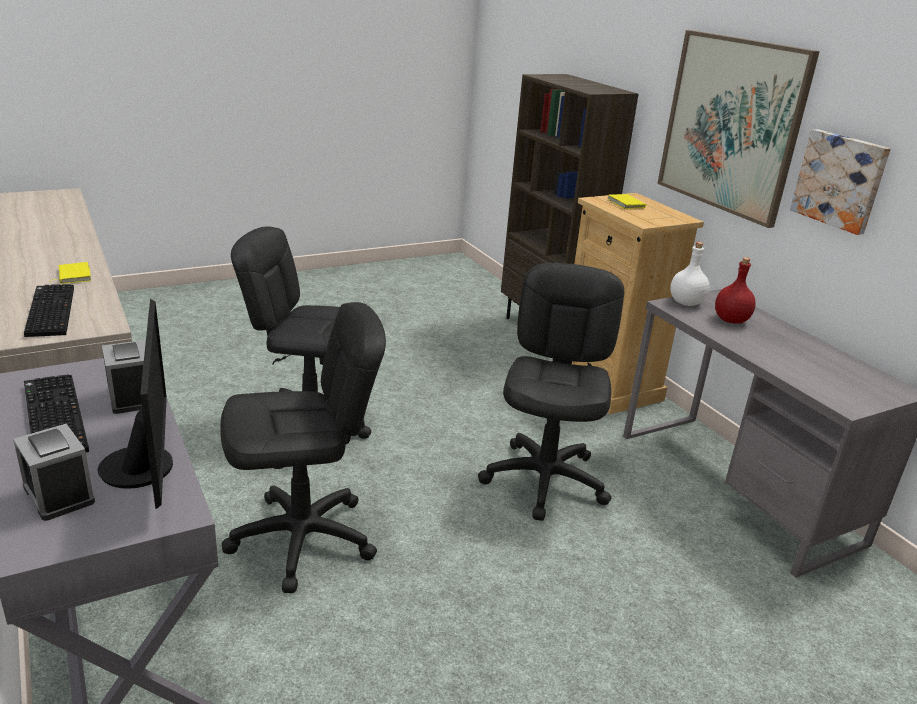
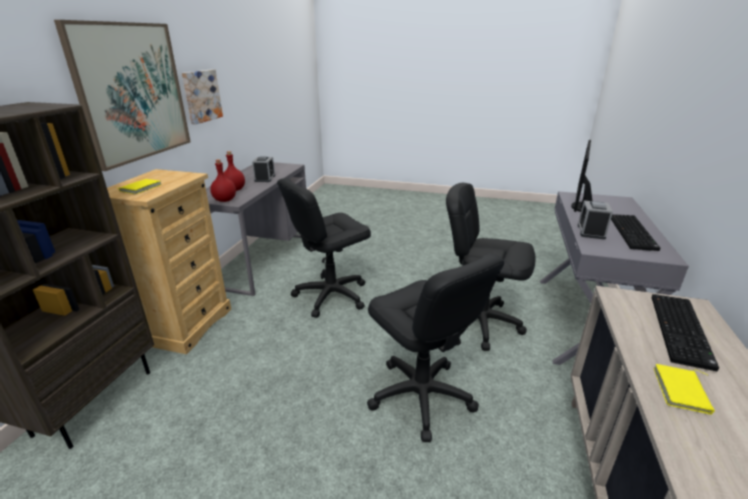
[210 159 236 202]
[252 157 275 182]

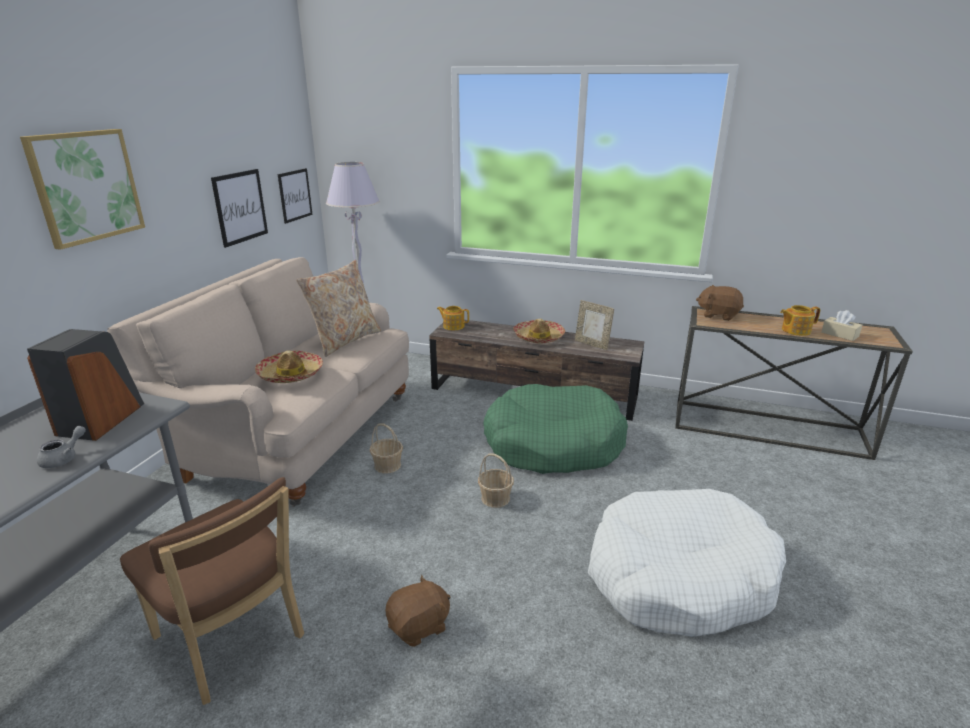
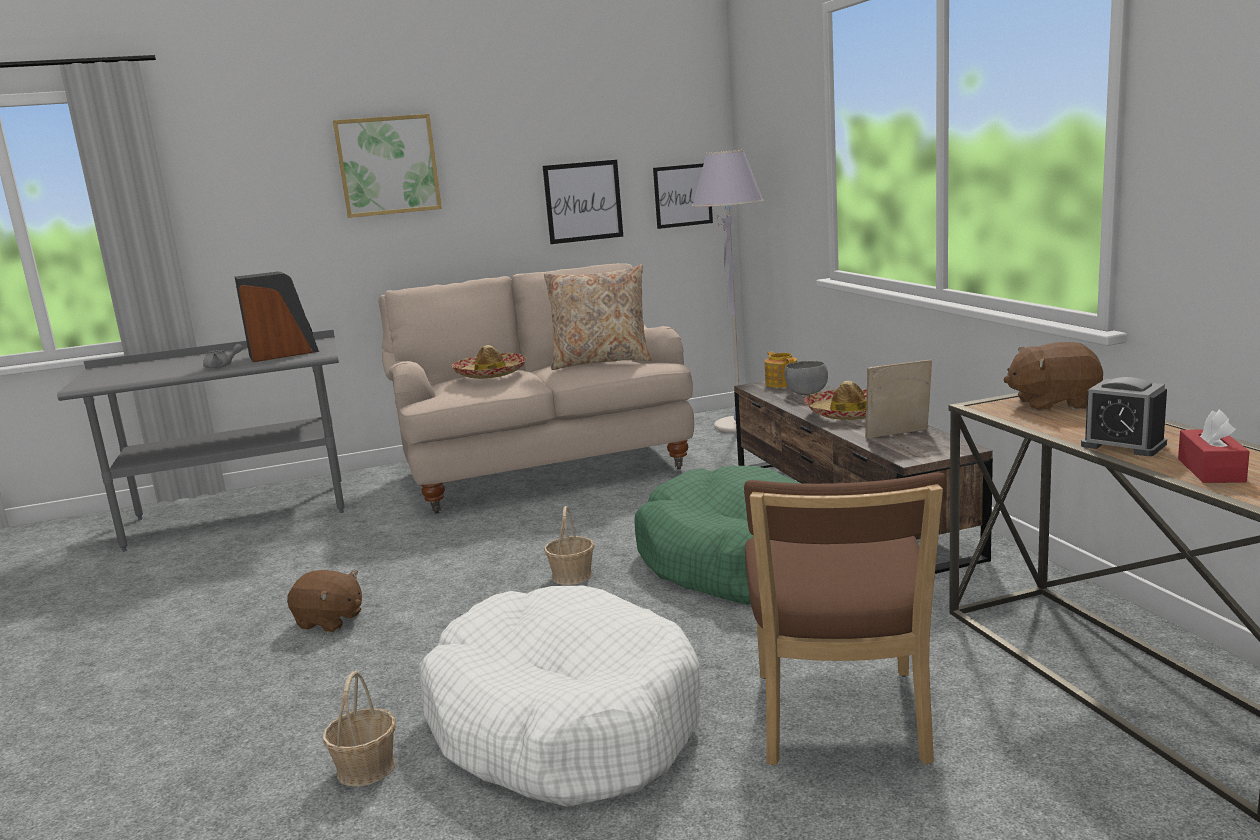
[322 671 396 787]
[744 472 945 765]
[784 361 828 395]
[865 359 932 438]
[1004 342 1103 411]
[1081 377 1167 456]
[1178 410 1250 483]

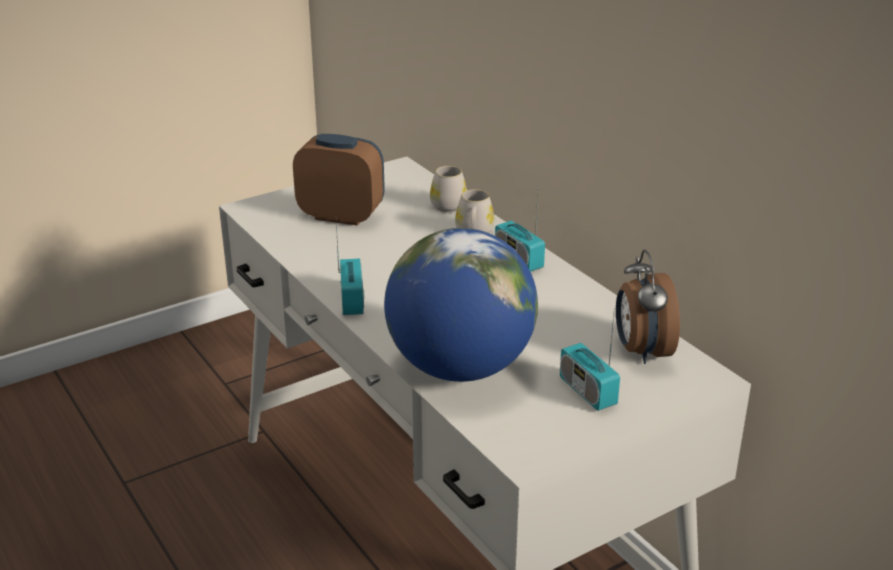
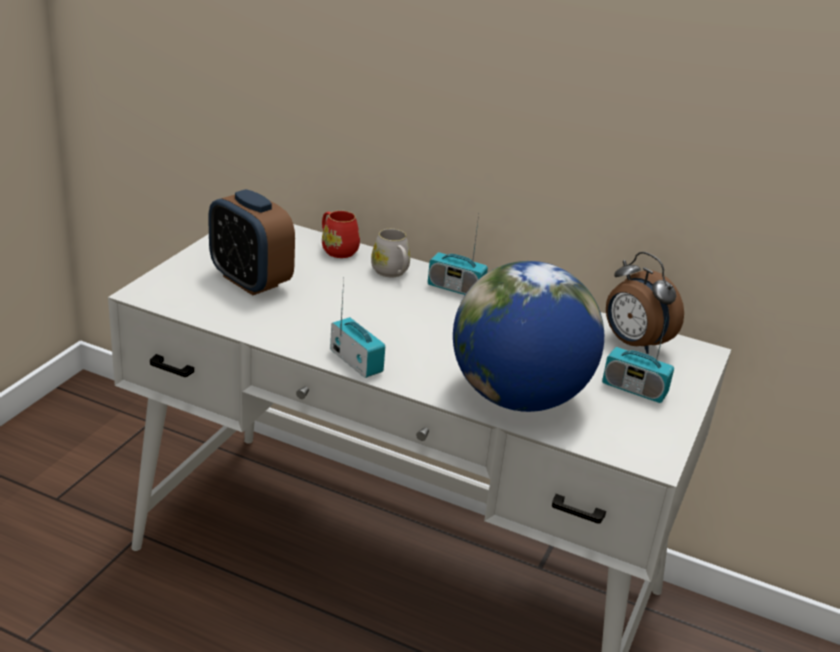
[208 189 295 295]
[322 211 360 258]

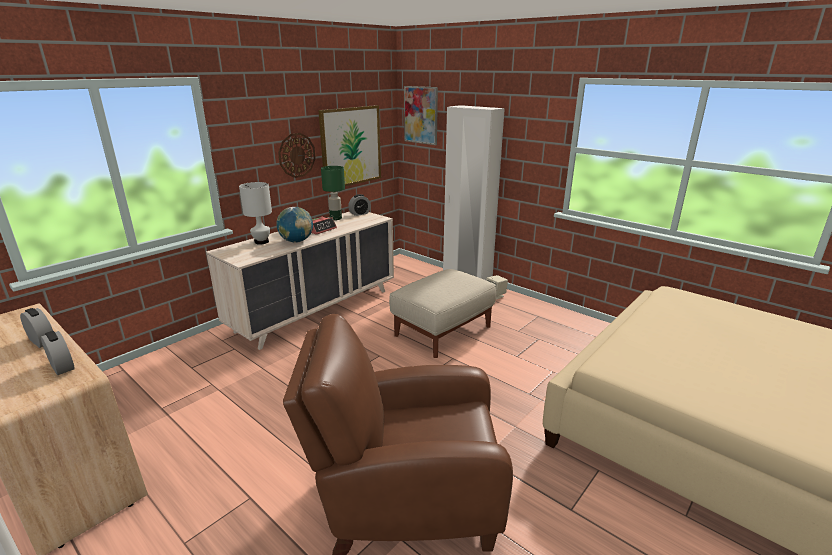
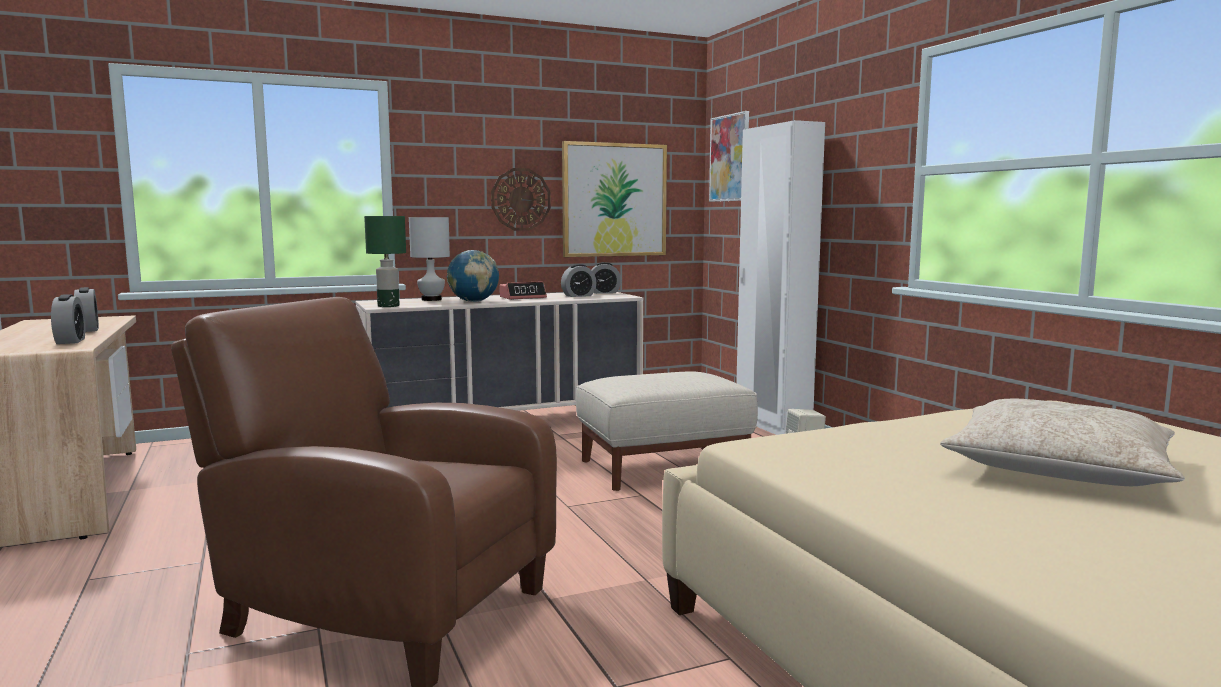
[364 216 406 307]
[561 264 597 297]
[940 399 1185 486]

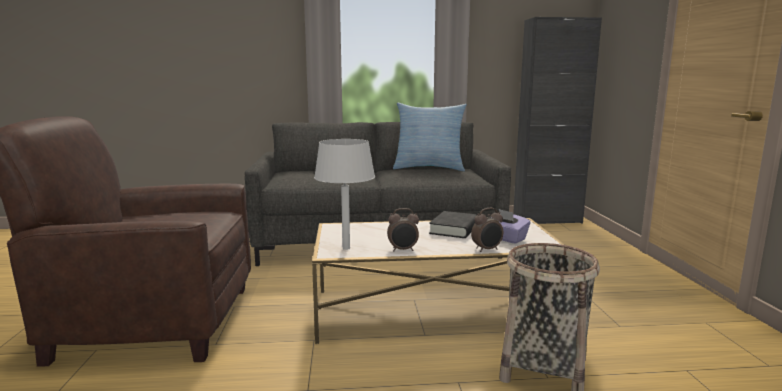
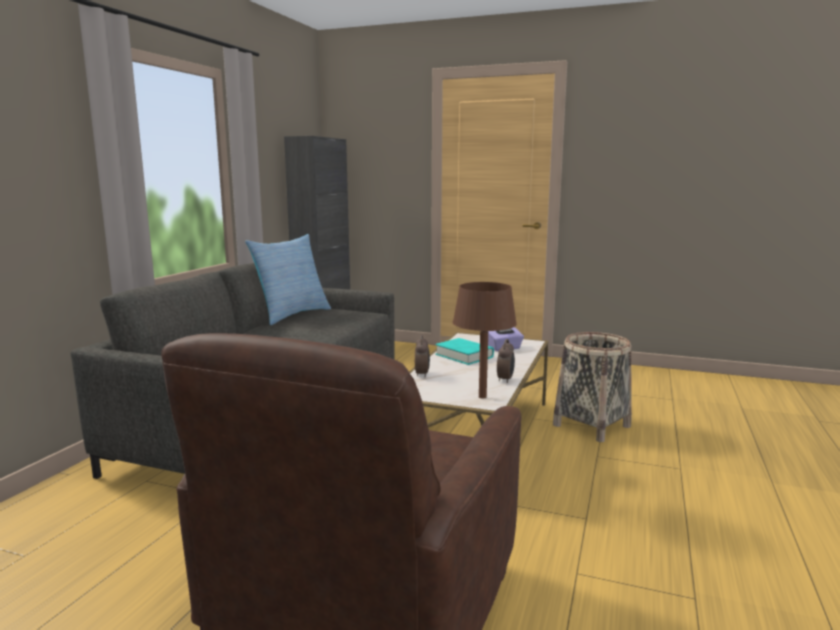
[415 335 430 378]
[435 338 494 365]
[453 282 517 399]

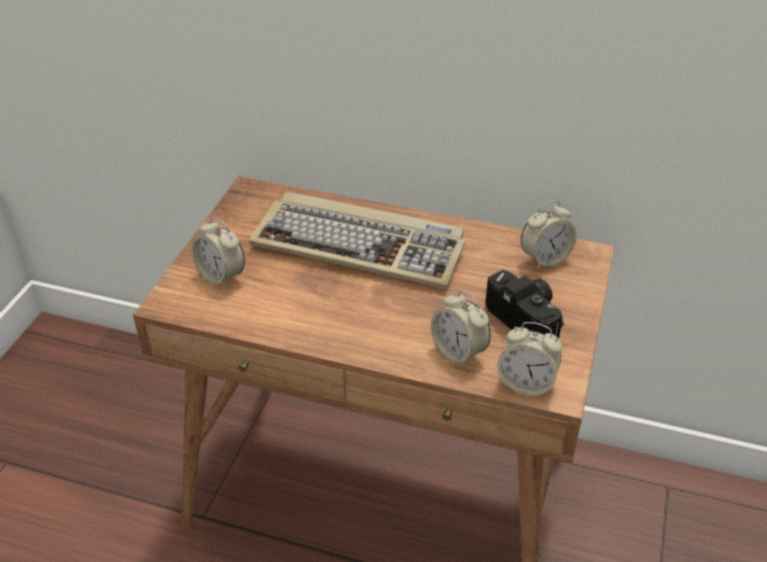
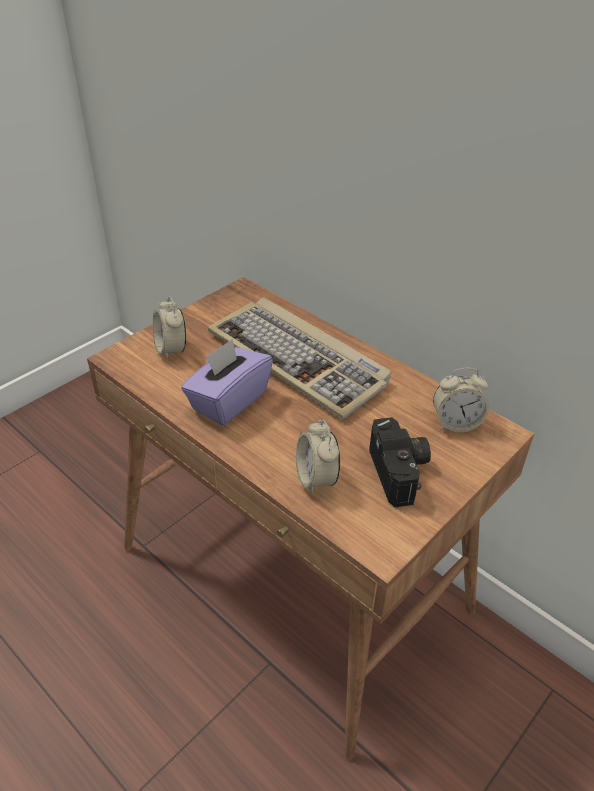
[181 339 273 425]
[497 322 562 397] (first image)

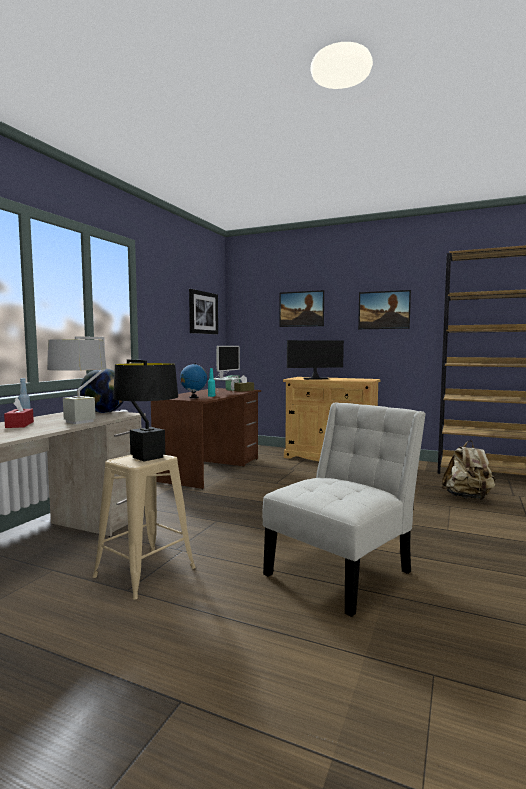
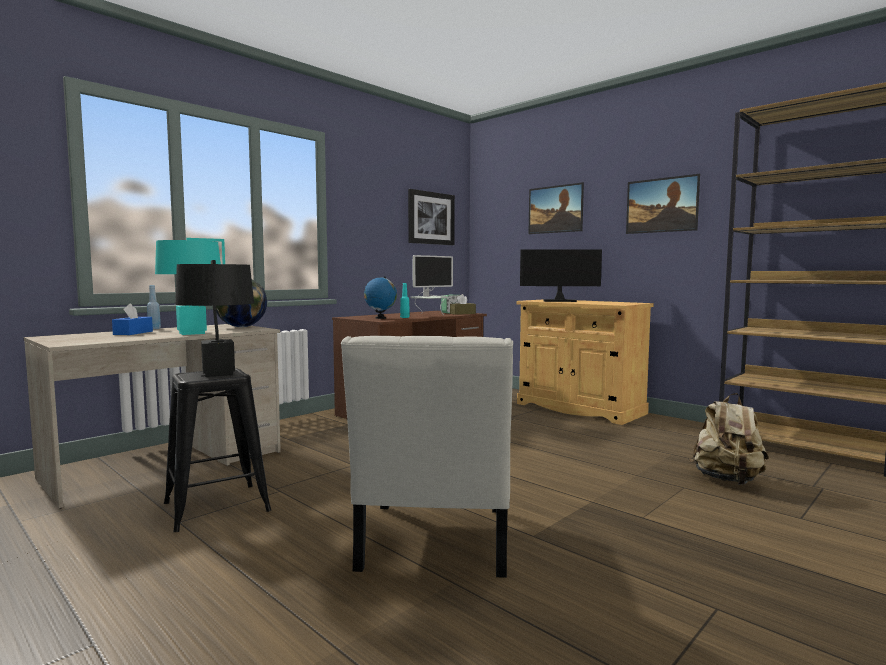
[112 303 153 335]
[155 238 225 335]
[164 368 271 532]
[341 336 513 578]

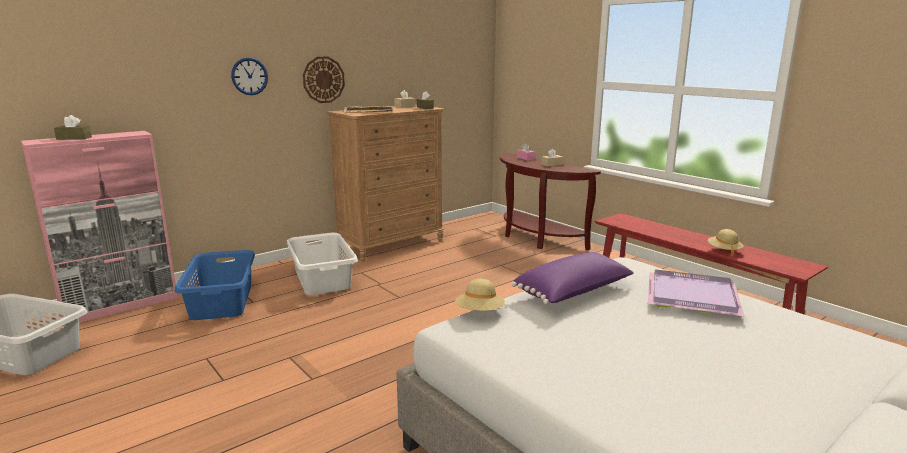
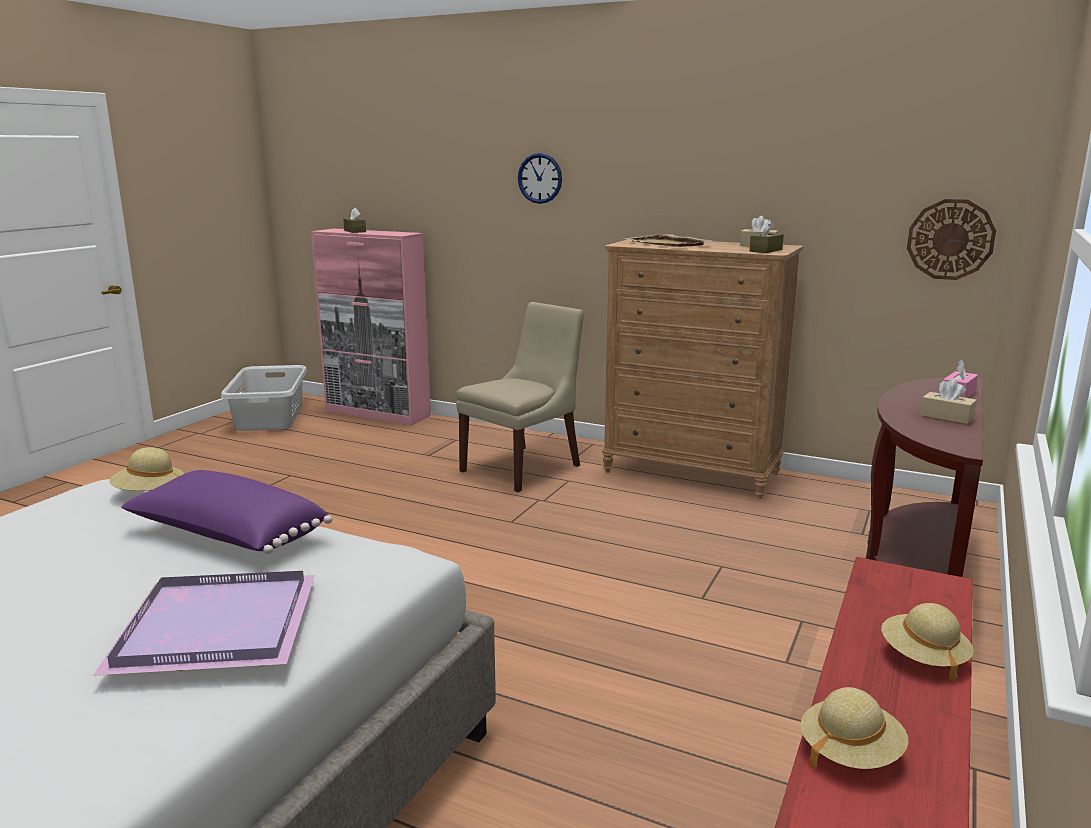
[456 302 584 492]
[881 603 974 682]
[907 199 996 280]
[175 250 255 320] (first image)

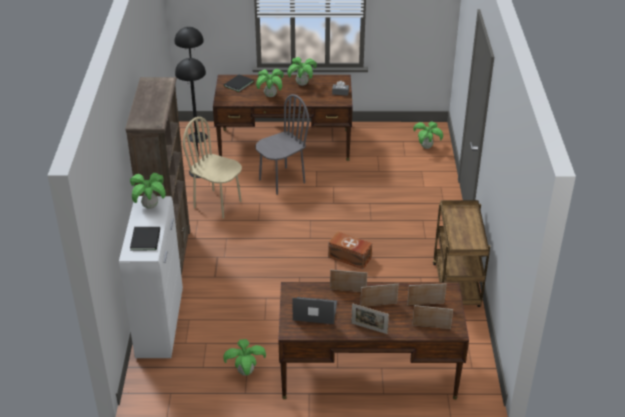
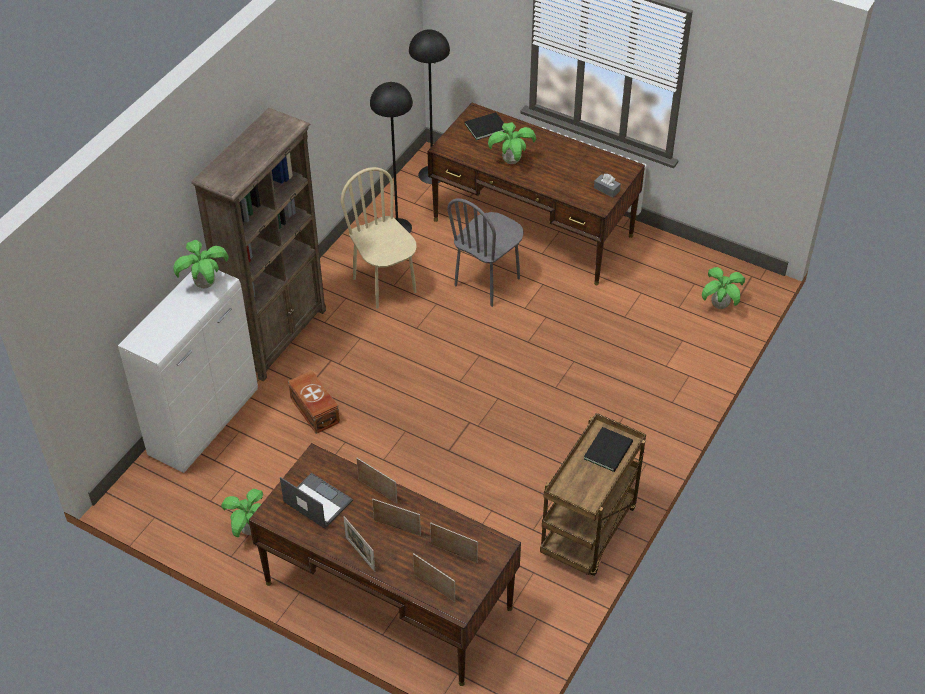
[288 370 340 434]
[448 198 524 307]
[584 427 633 472]
[287 57 317 86] (first image)

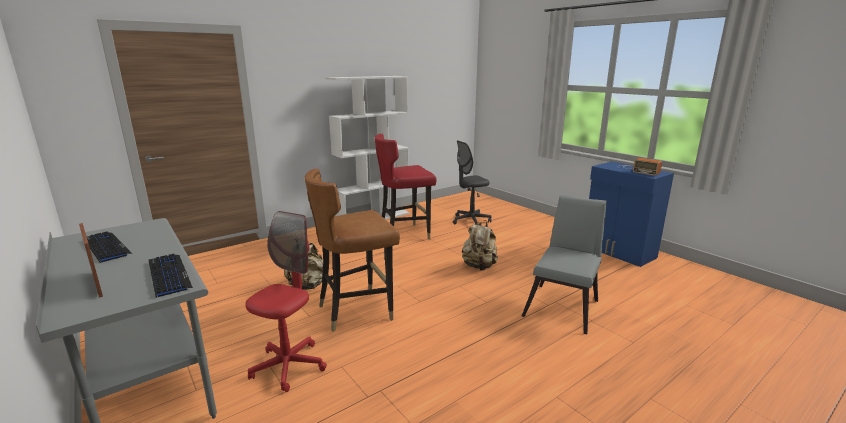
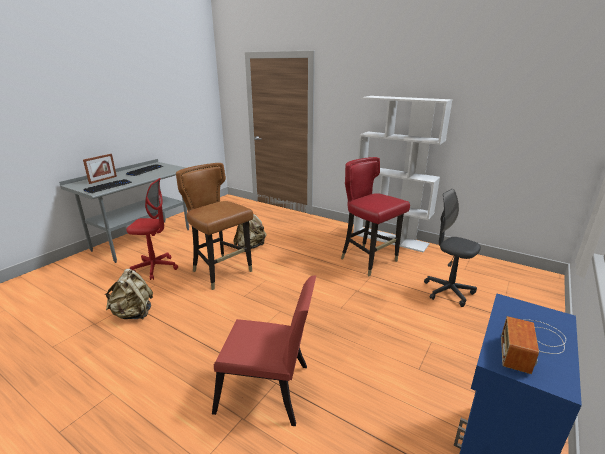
[106 269 153 319]
[212 276 316 426]

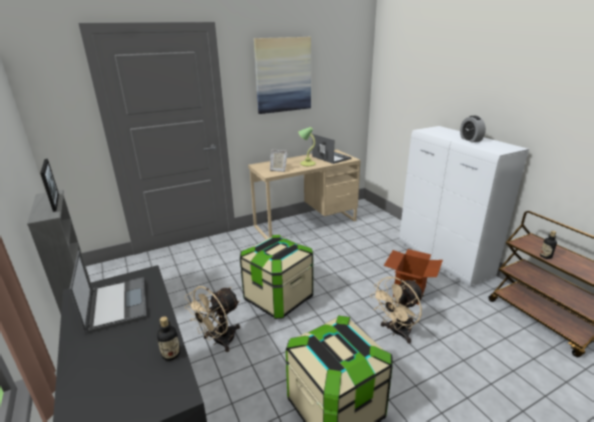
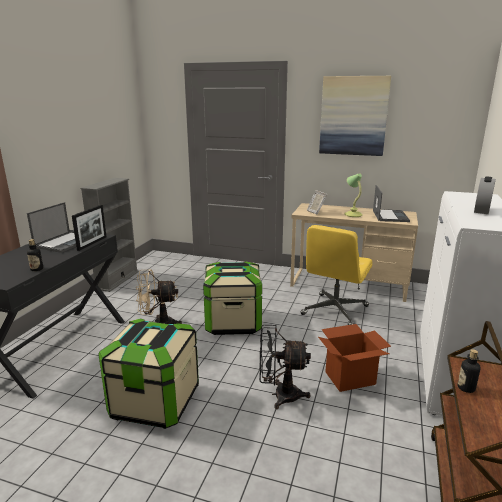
[72 205 107 251]
[259 324 311 409]
[301 225 372 325]

